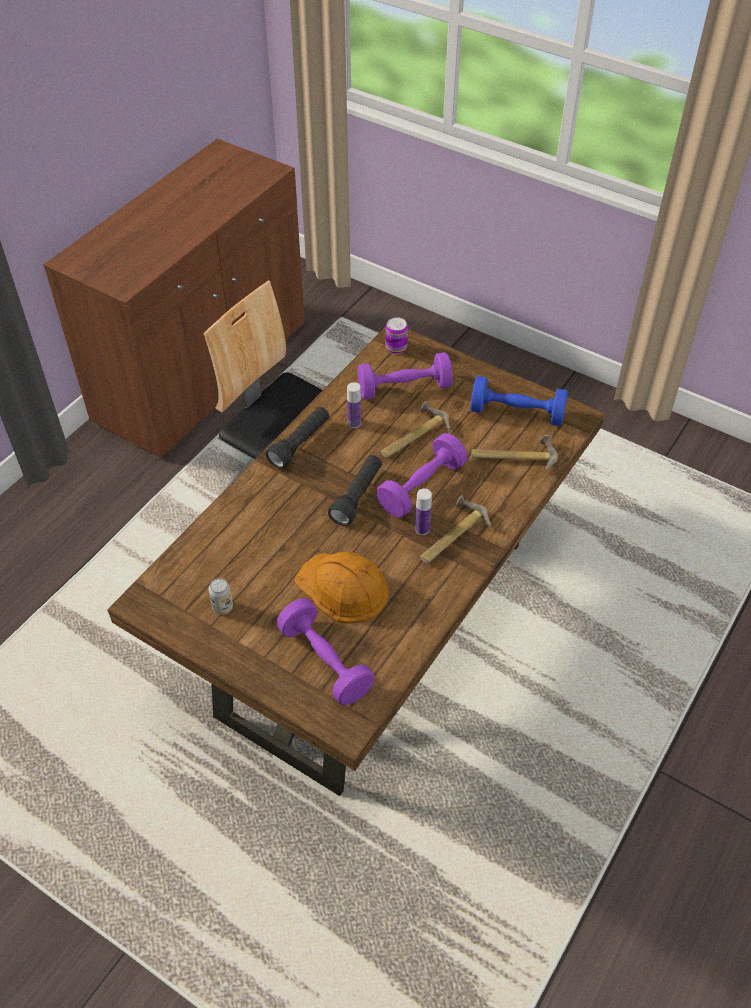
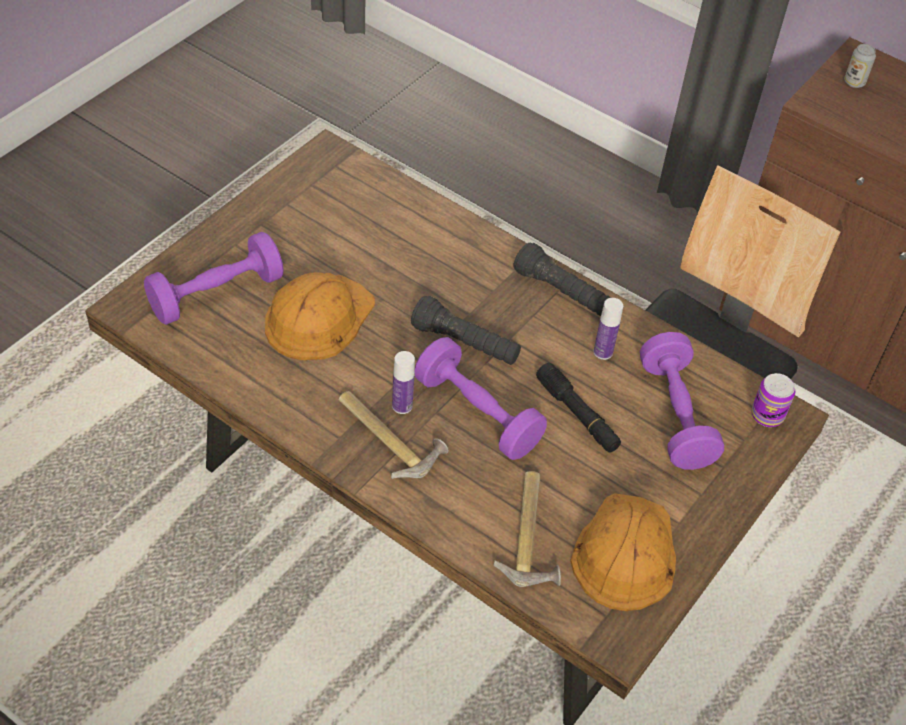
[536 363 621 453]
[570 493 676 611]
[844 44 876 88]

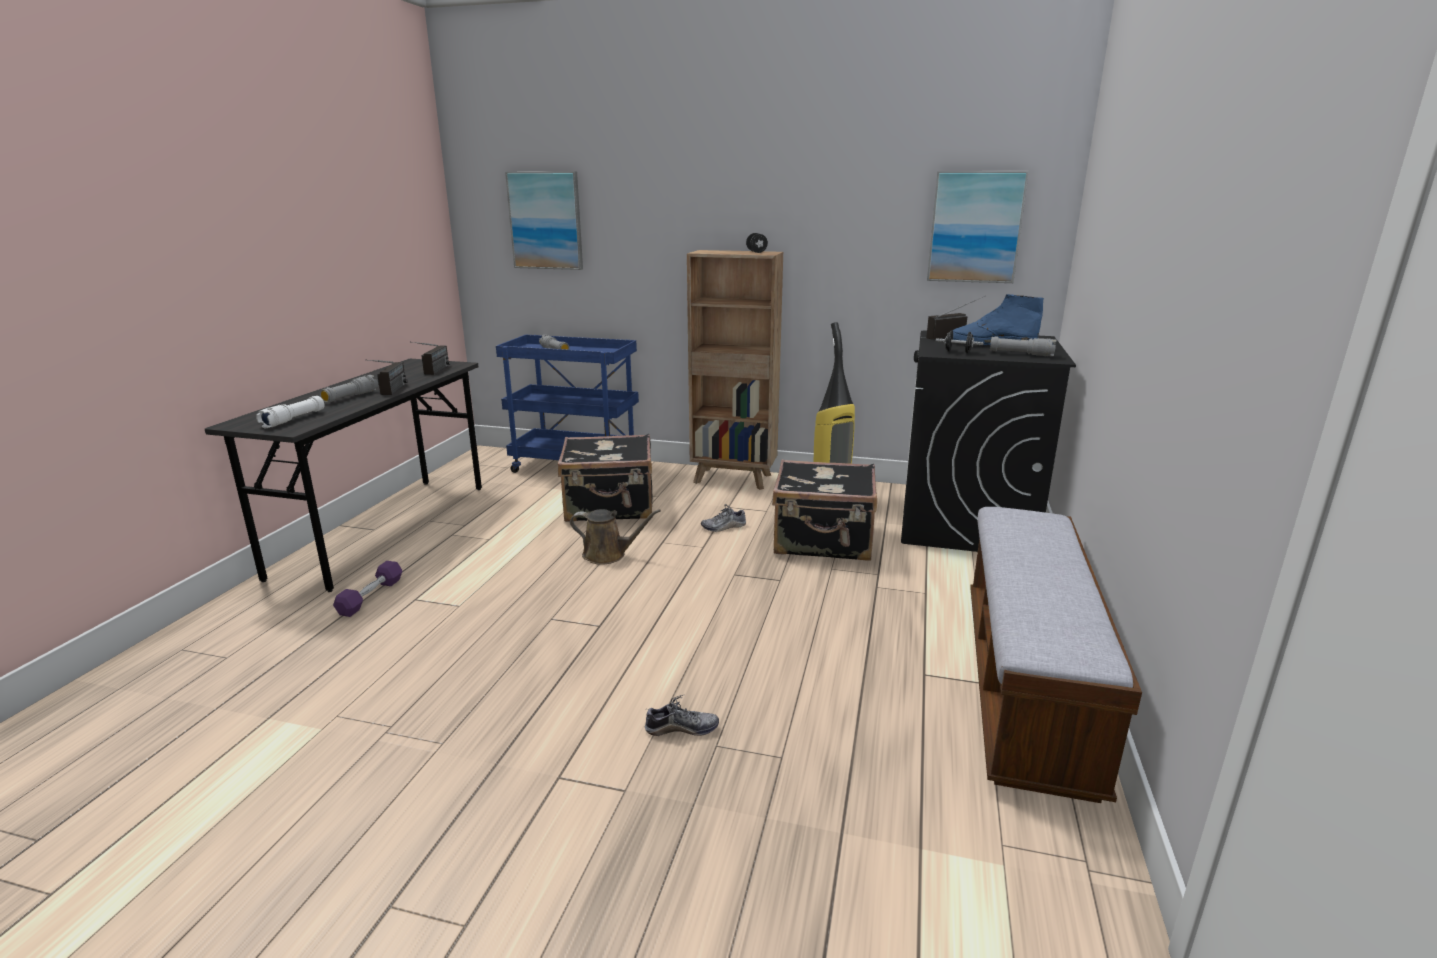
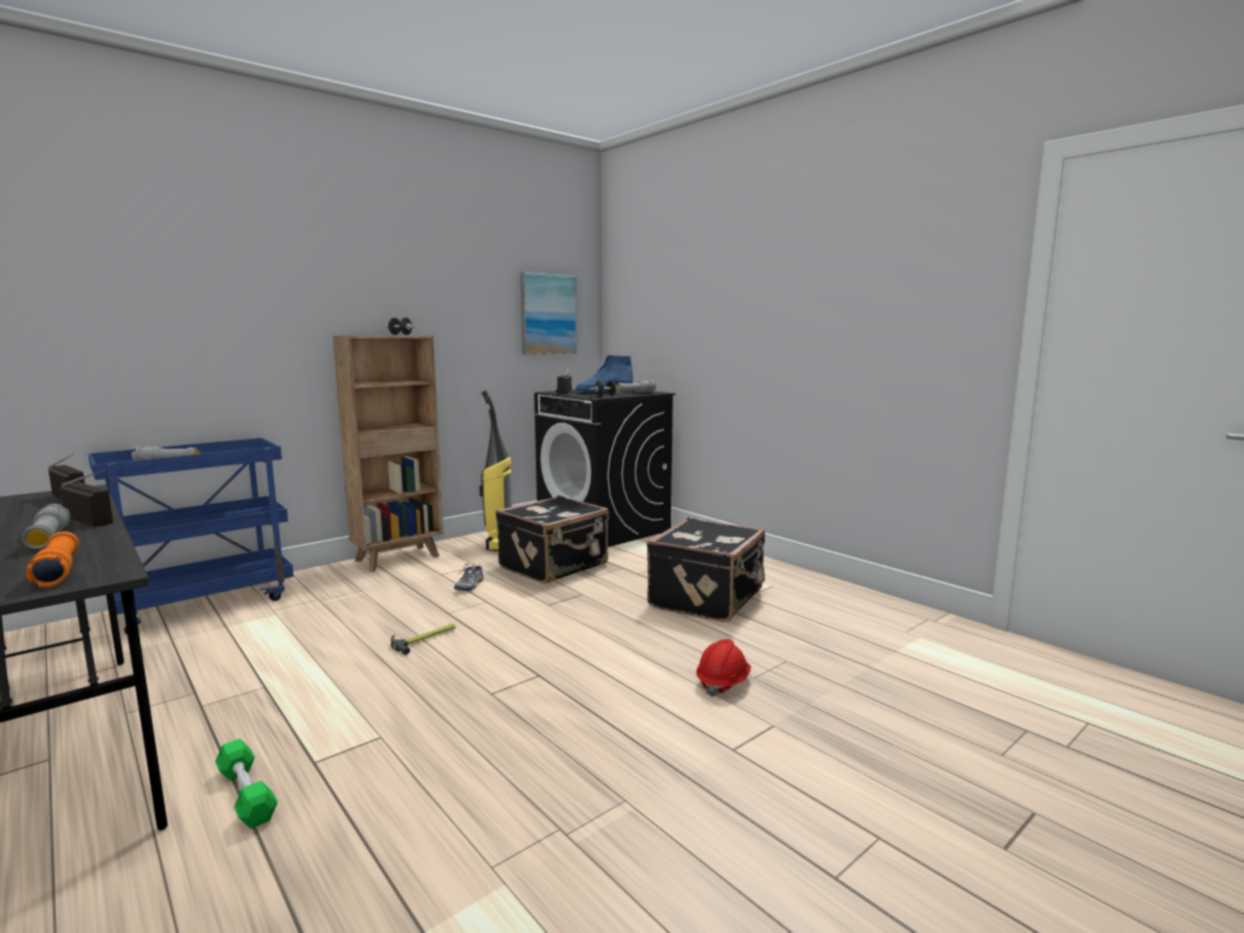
[26 531 79 587]
[215 739 278 829]
[391 624 456 655]
[647 517 765 622]
[696 639 751 697]
[505 171 583 270] (first image)
[970 507 1142 803] (first image)

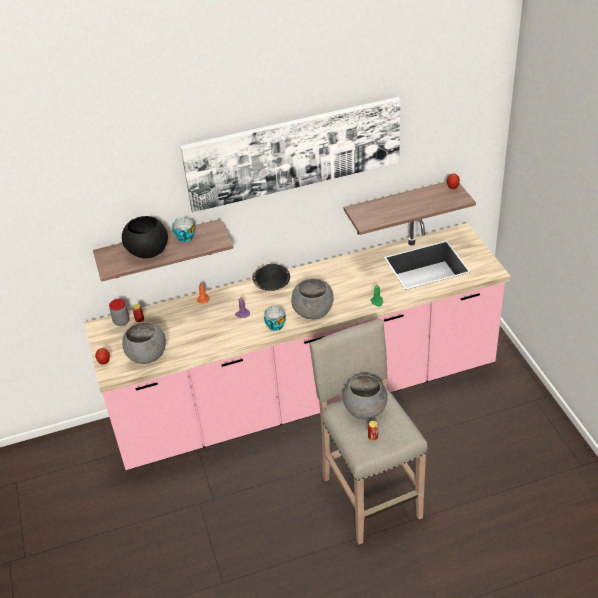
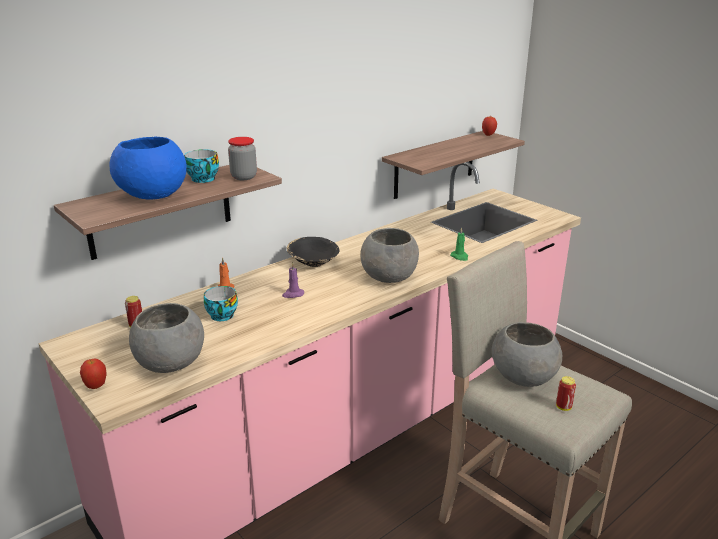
[110 137 187 199]
[204 286 238 321]
[228 137 257 180]
[180 97 400 213] (first image)

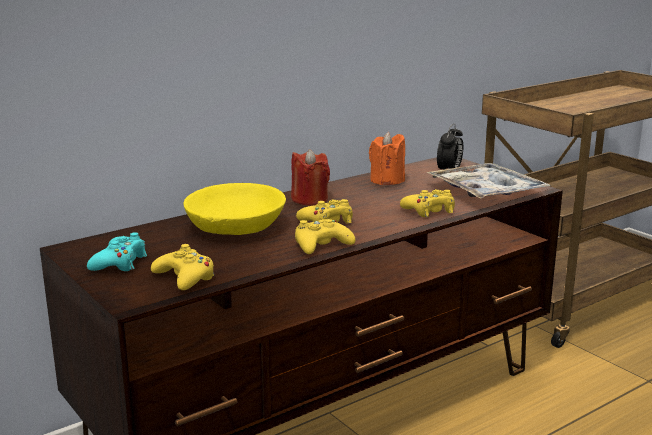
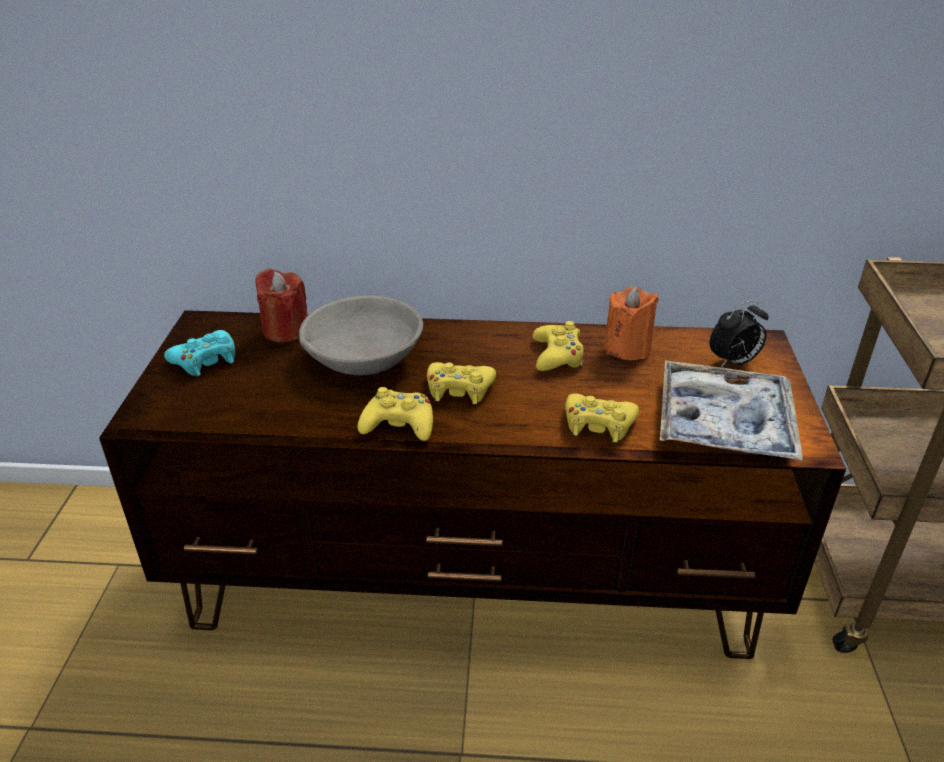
[255 269 308 343]
[299 295 423 375]
[532 321 584 371]

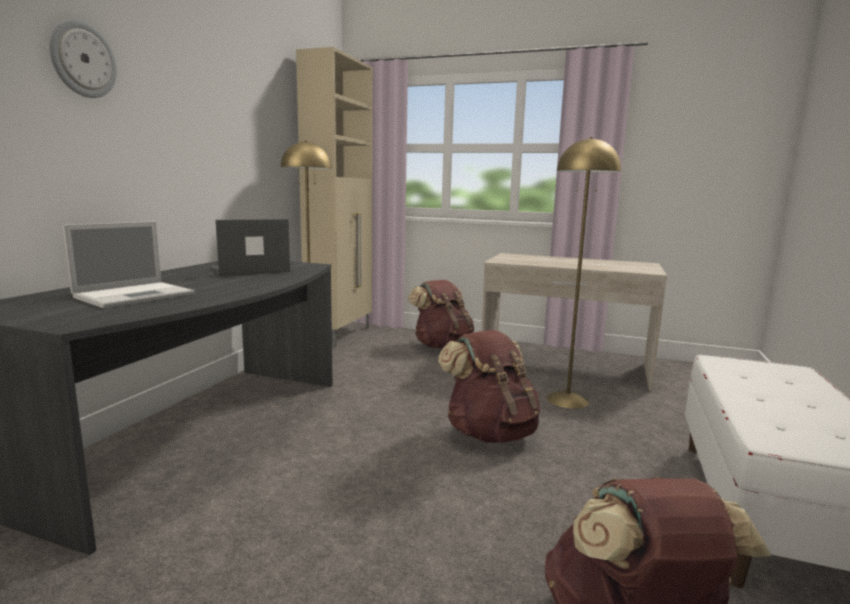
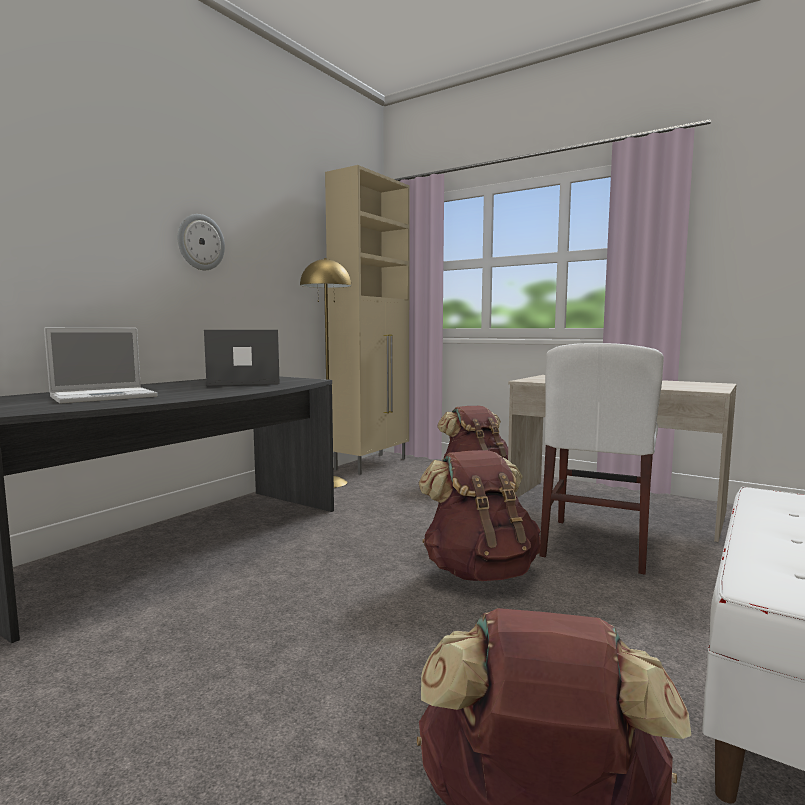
[178 214 225 270]
[539 343 664 575]

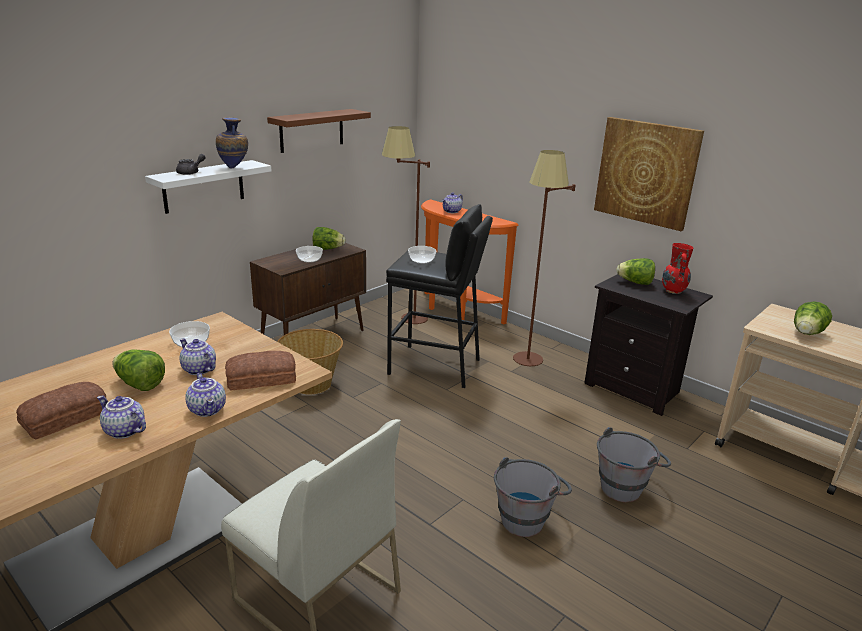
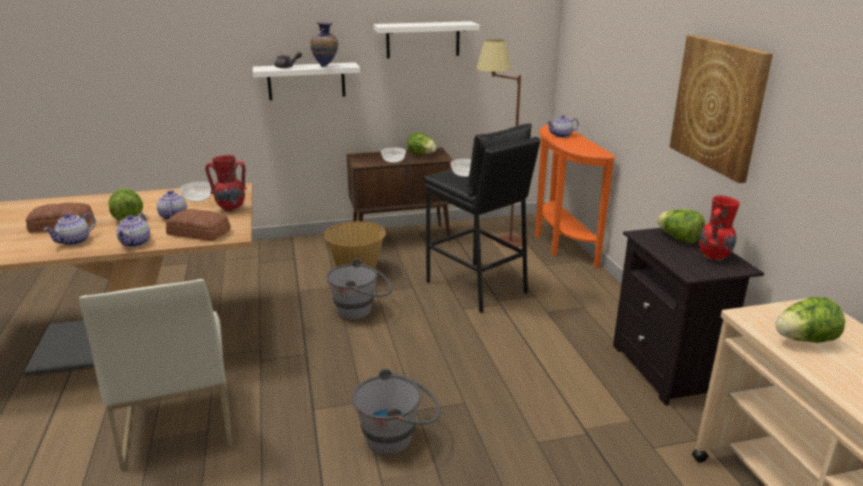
[43 213 96 246]
[205 155 247 212]
[326 259 392 320]
[373 21 480 58]
[513 150 575 366] (first image)

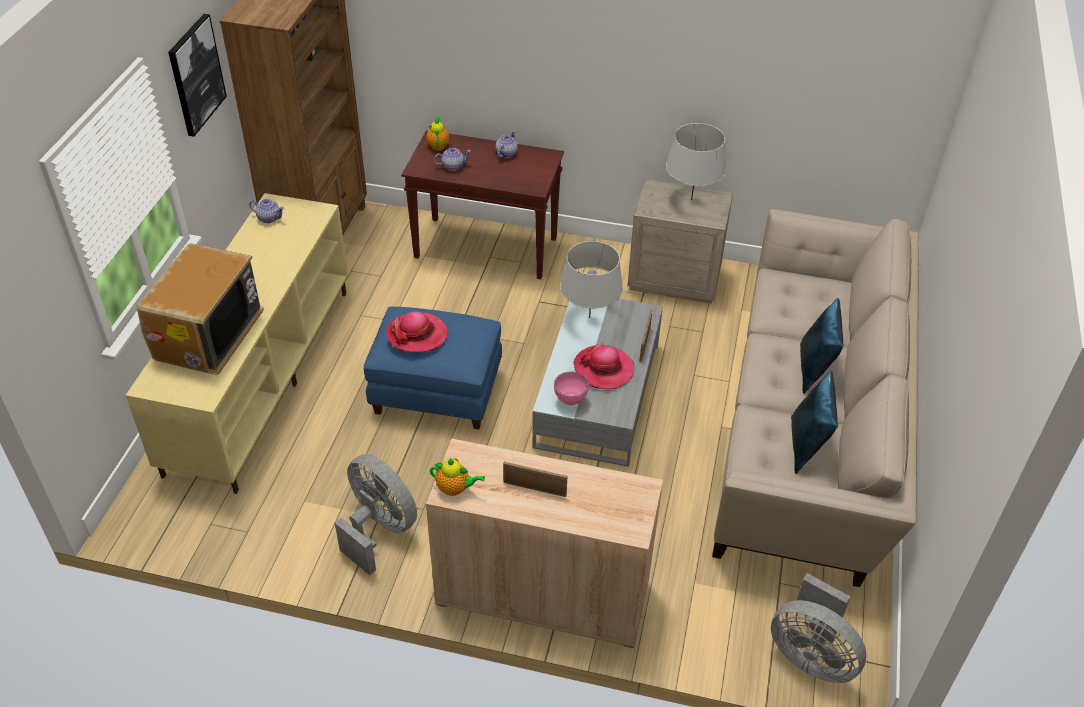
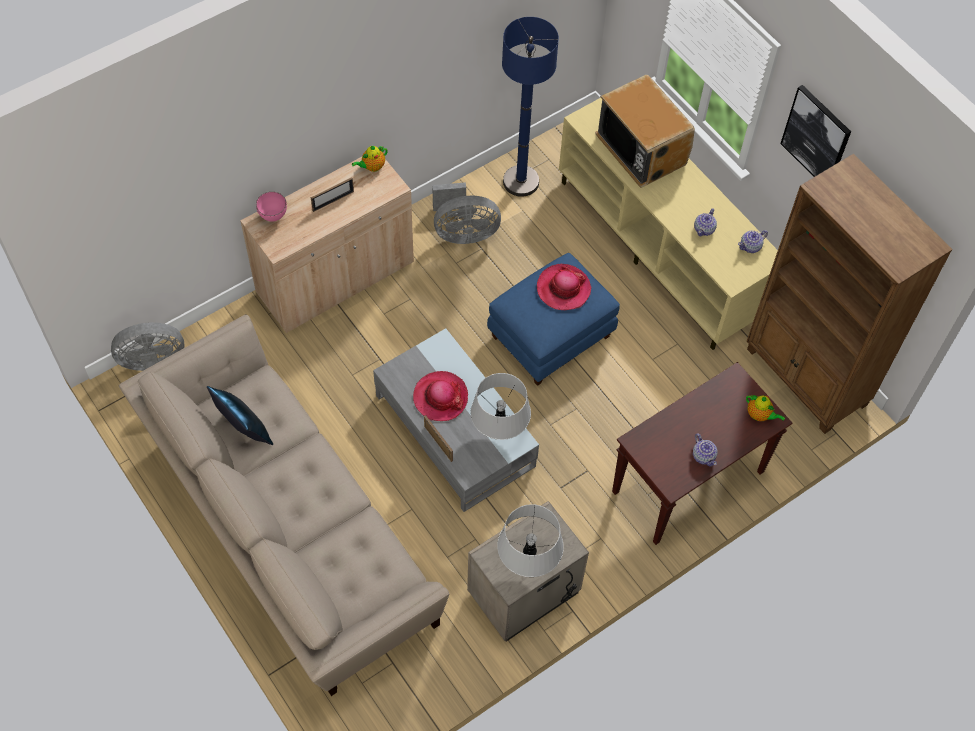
[256 192 287 222]
[502 17 559 197]
[694 208 717 236]
[800 298 844 394] (first image)

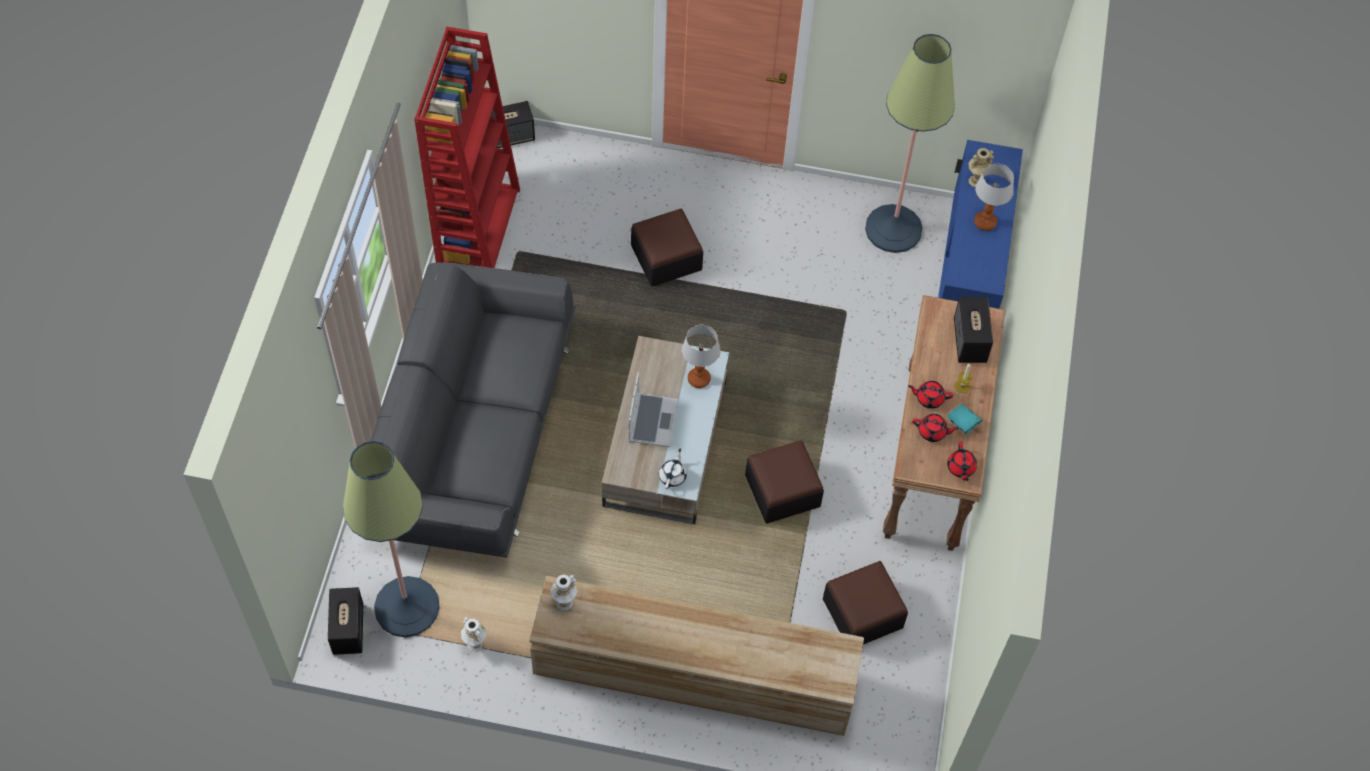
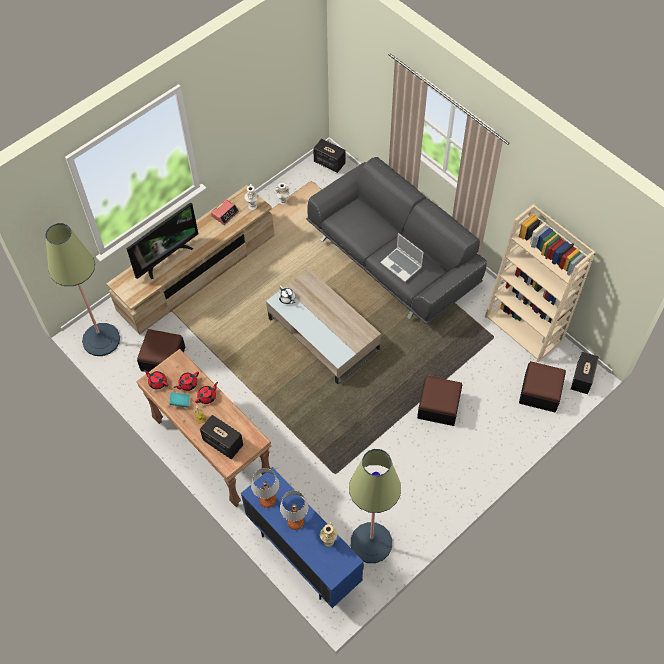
[45 223 120 356]
[126 202 198 279]
[211 199 239 225]
[251 468 279 508]
[380 233 423 282]
[485 204 595 362]
[519 361 566 412]

